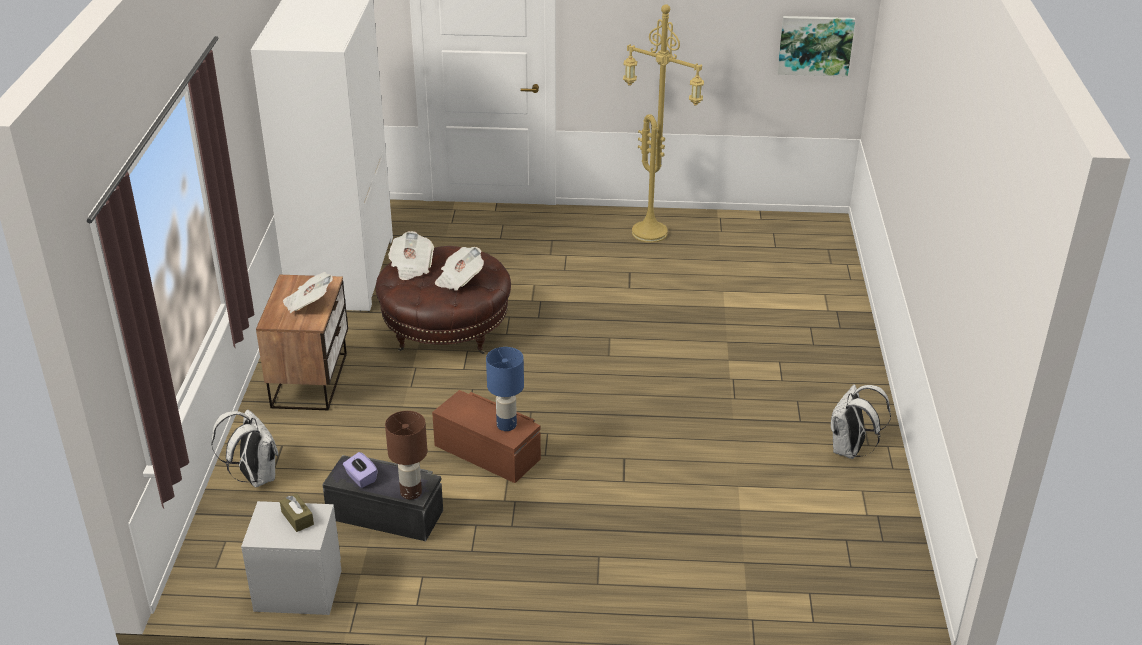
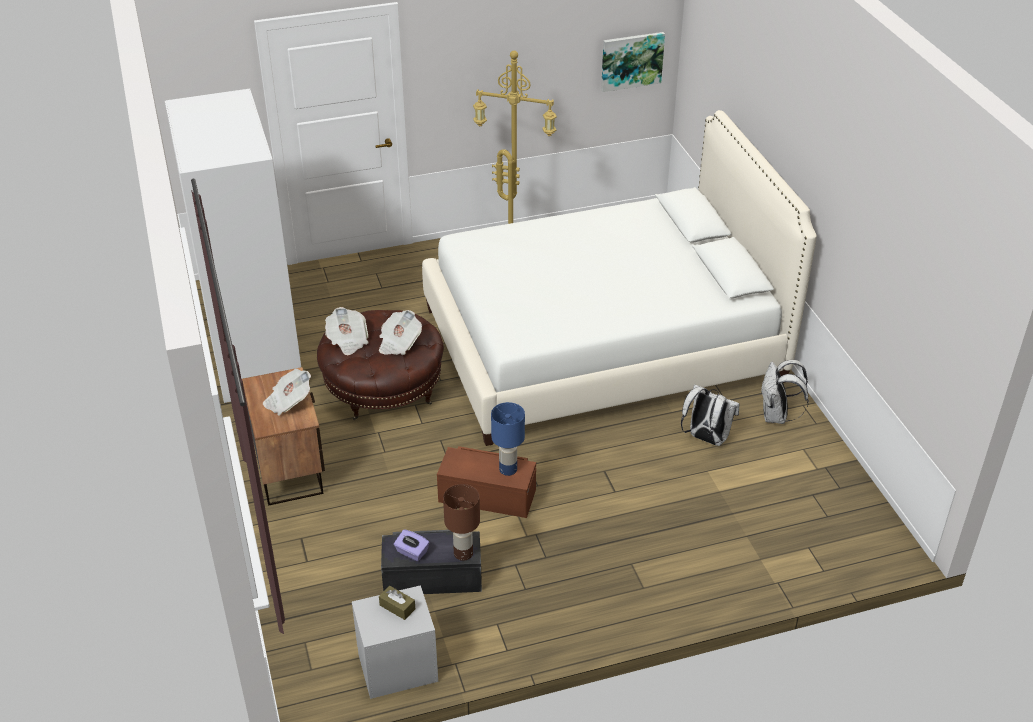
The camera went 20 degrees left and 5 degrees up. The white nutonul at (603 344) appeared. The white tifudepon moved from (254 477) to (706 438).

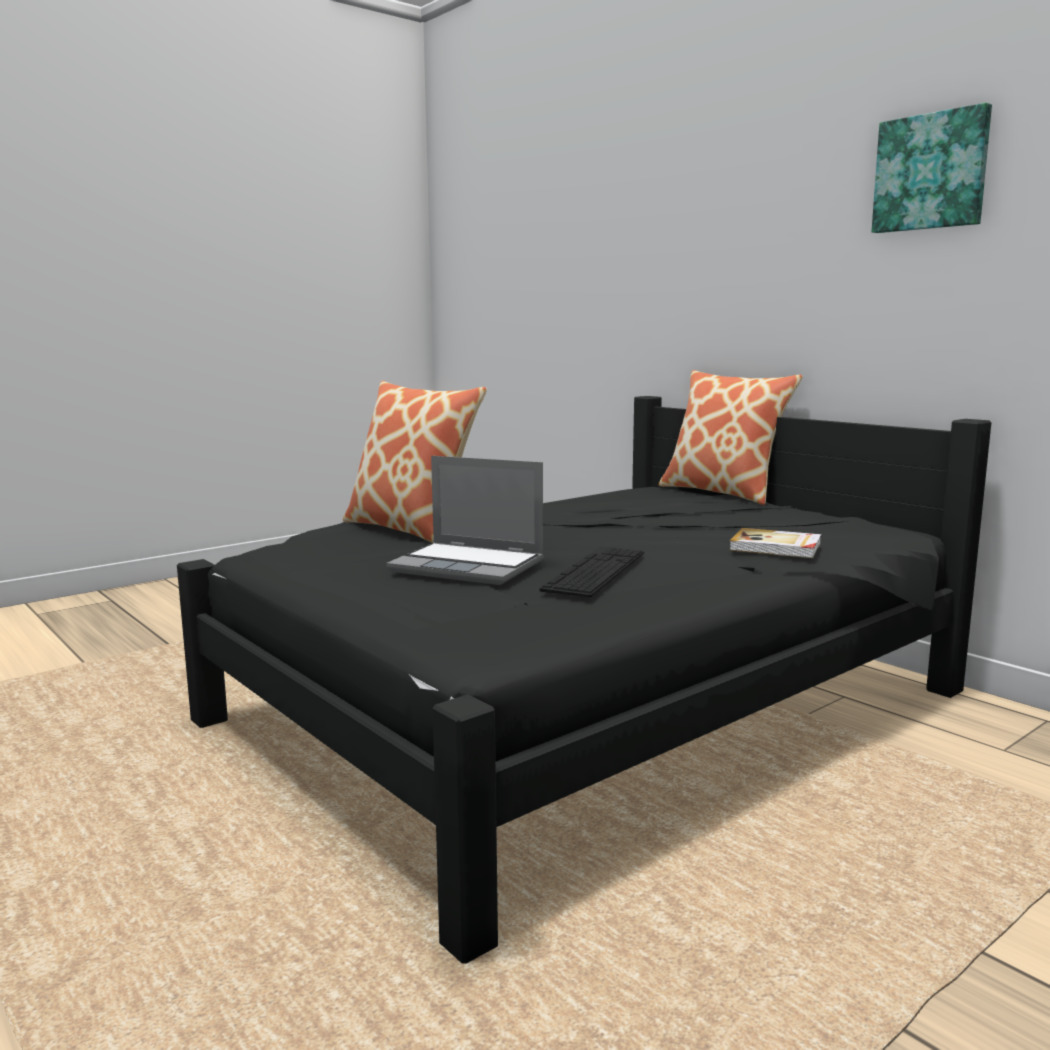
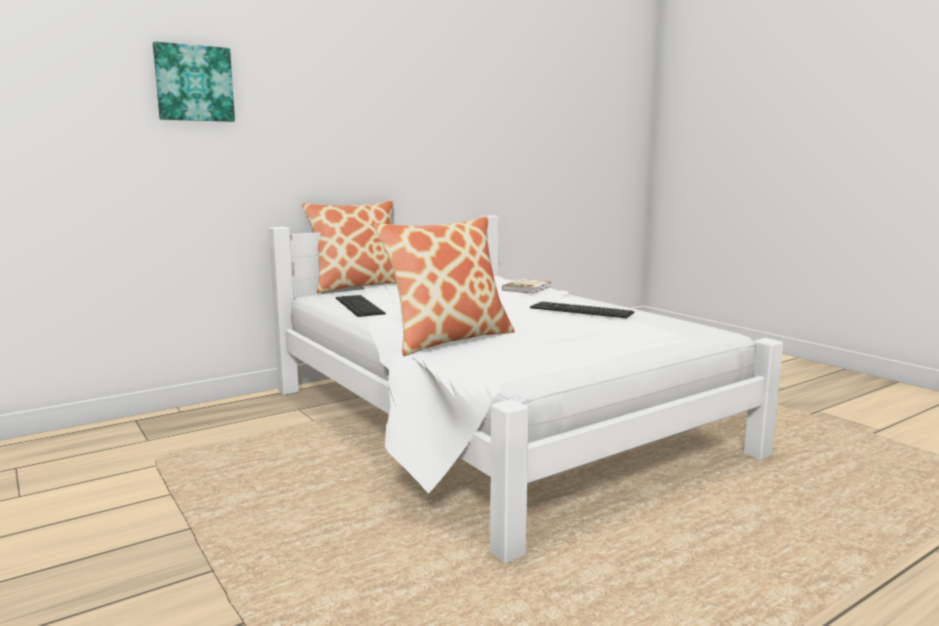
The camera went 85 degrees left and 0 degrees up. The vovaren at (470 566) disappeared. The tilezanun at (359 306) appeared. The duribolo moved from (931 172) to (194 83). The black nutonul at (583 706) became the white nutonul at (494 421).

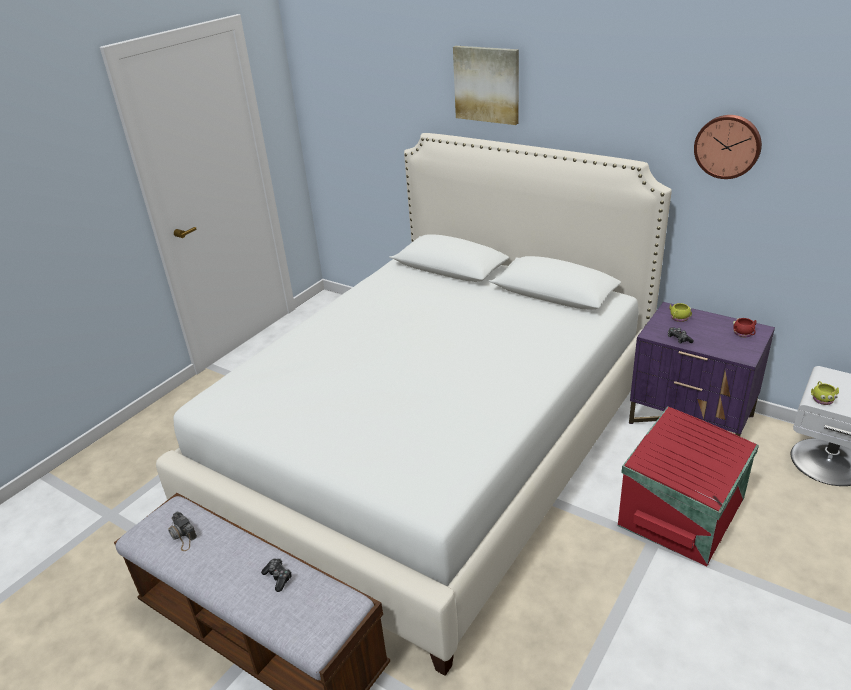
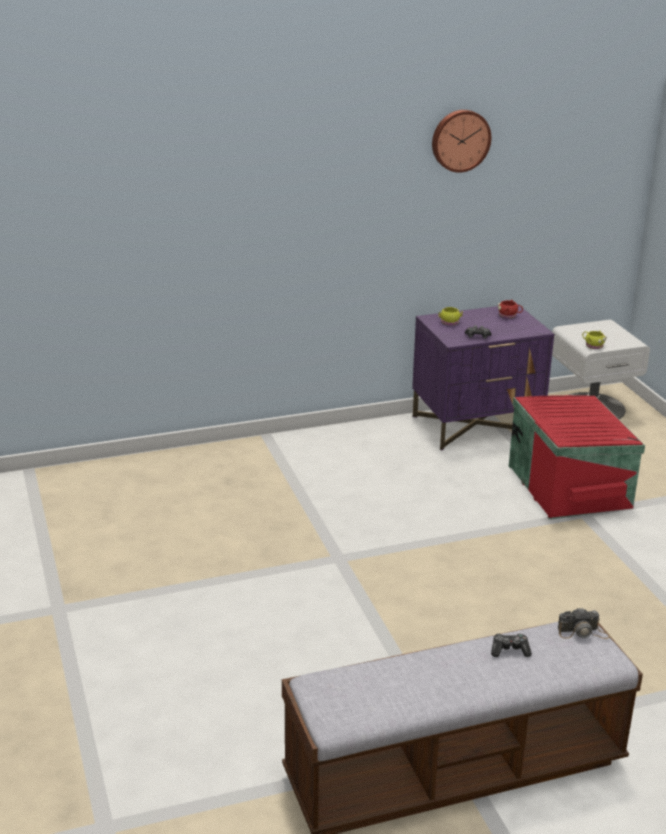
The camera went 55 degrees left and 5 degrees down. The white nutonul at (434 449) disappeared. The duribolo at (487 84) disappeared. The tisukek moved from (182 535) to (583 632).

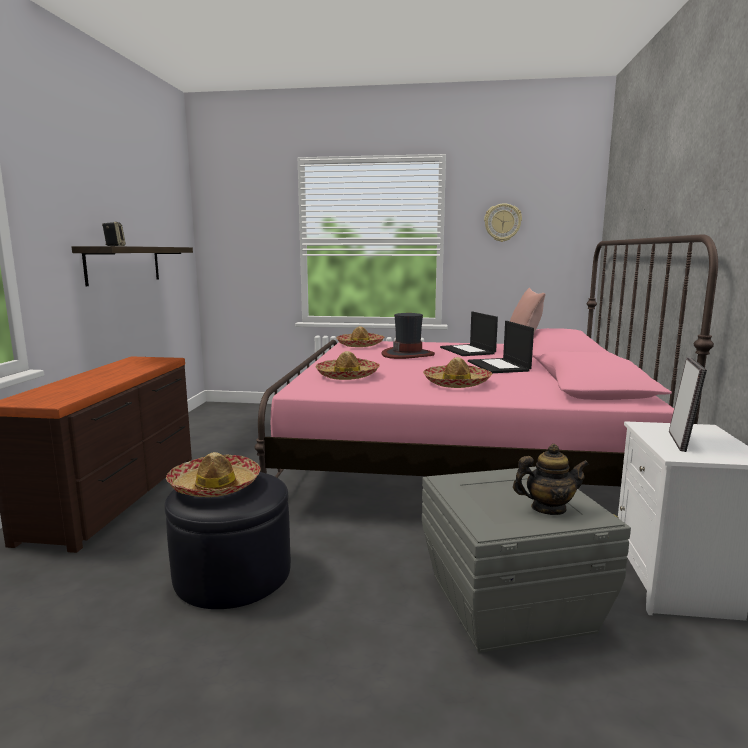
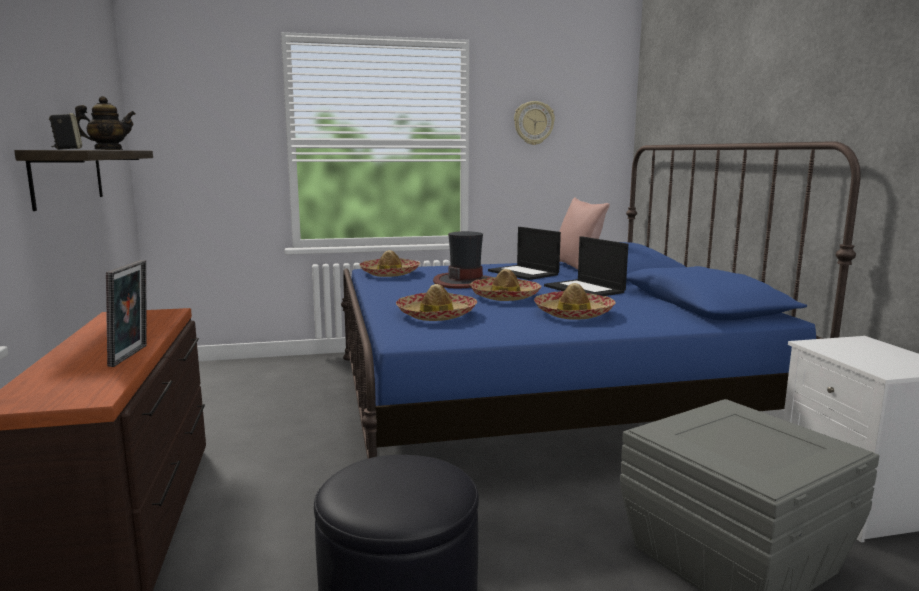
The camera went 20 degrees left and 0 degrees up. The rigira moved from (215 486) to (505 296). The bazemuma moved from (548 508) to (108 149). The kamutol moved from (681 442) to (132 356). The pink nutonul at (458 458) became the blue nutonul at (538 400).

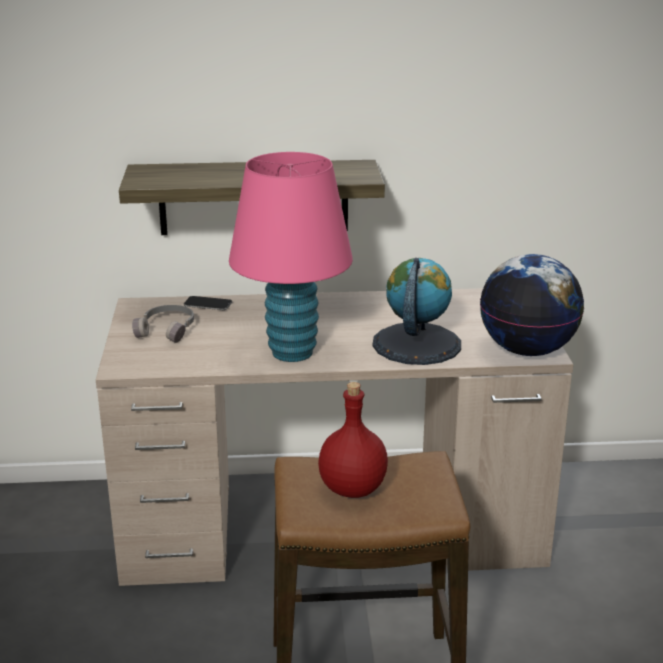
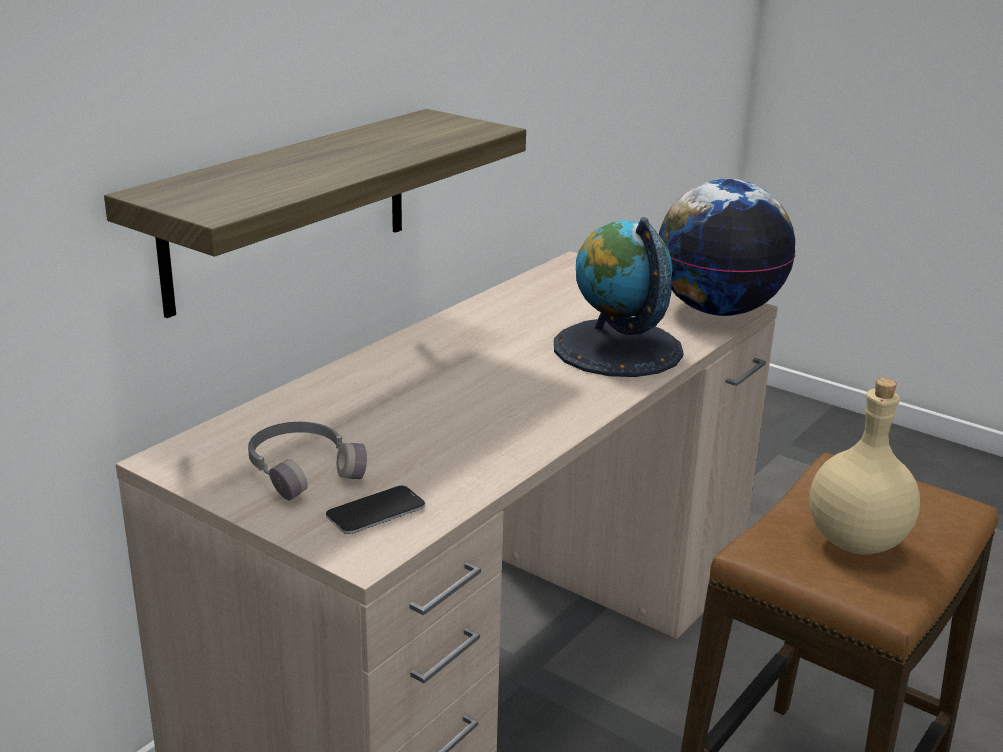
The camera went 50 degrees left and 0 degrees up. The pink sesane at (292 352) disappeared. The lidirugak moved from (208 304) to (376 512). The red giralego at (351 489) became the beige giralego at (857 542).

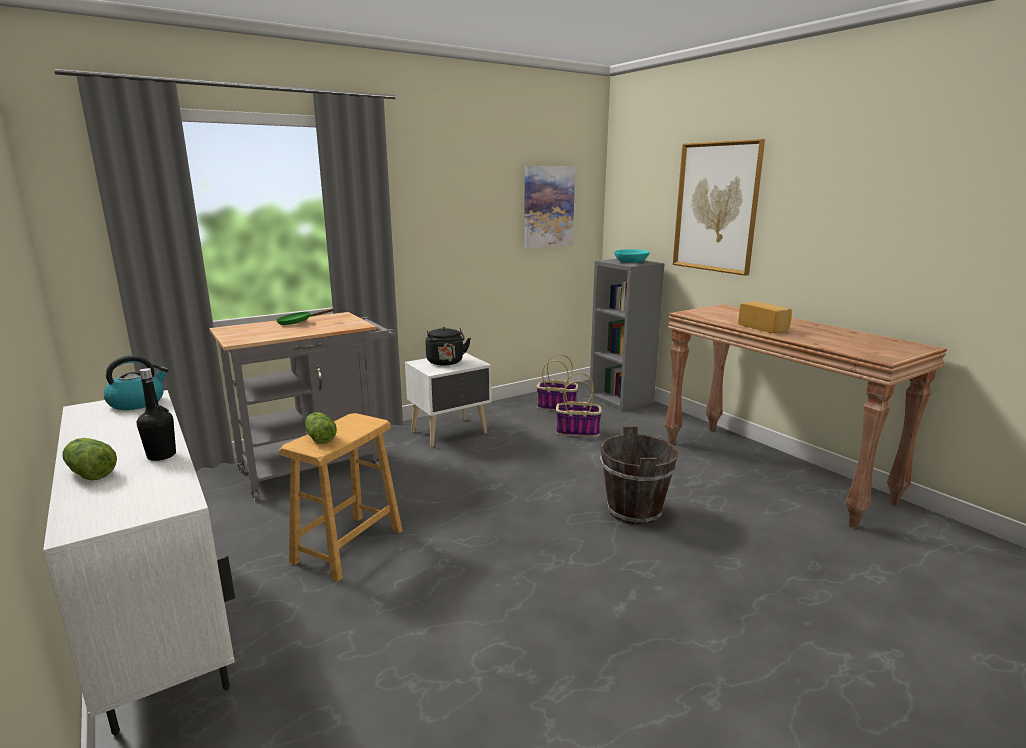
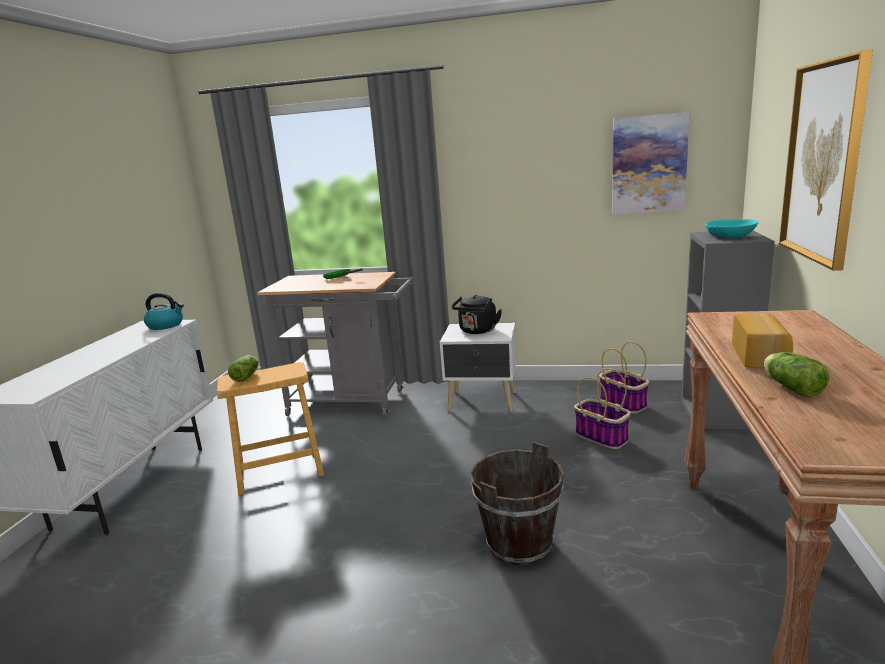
The camera went 45 degrees right and 0 degrees up. The black giralego at (161 455) disappeared. The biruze moved from (90 472) to (790 387).

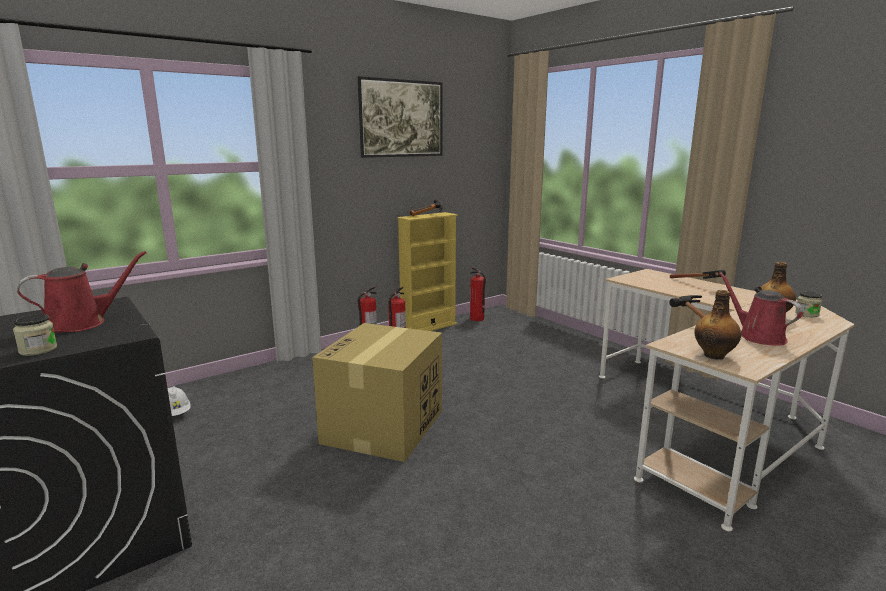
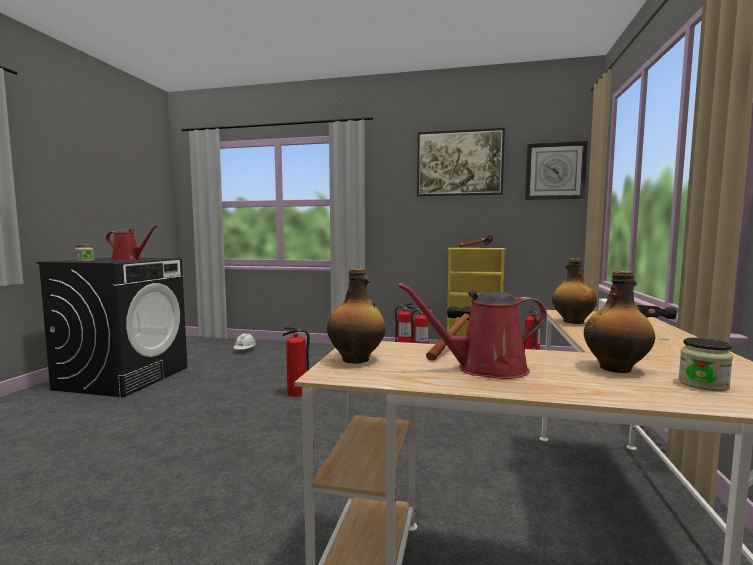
The camera went 50 degrees right and 10 degrees down. The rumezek at (555 171) appeared. The giralego at (572 322) appeared. The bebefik at (383 427) was replaced by the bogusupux at (297 393). The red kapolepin at (757 336) turned 120 degrees counterclockwise.

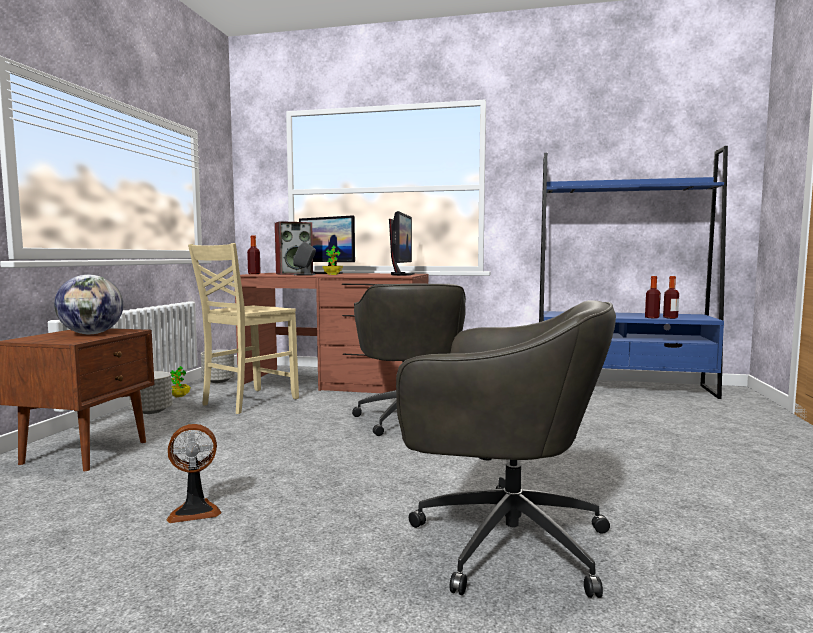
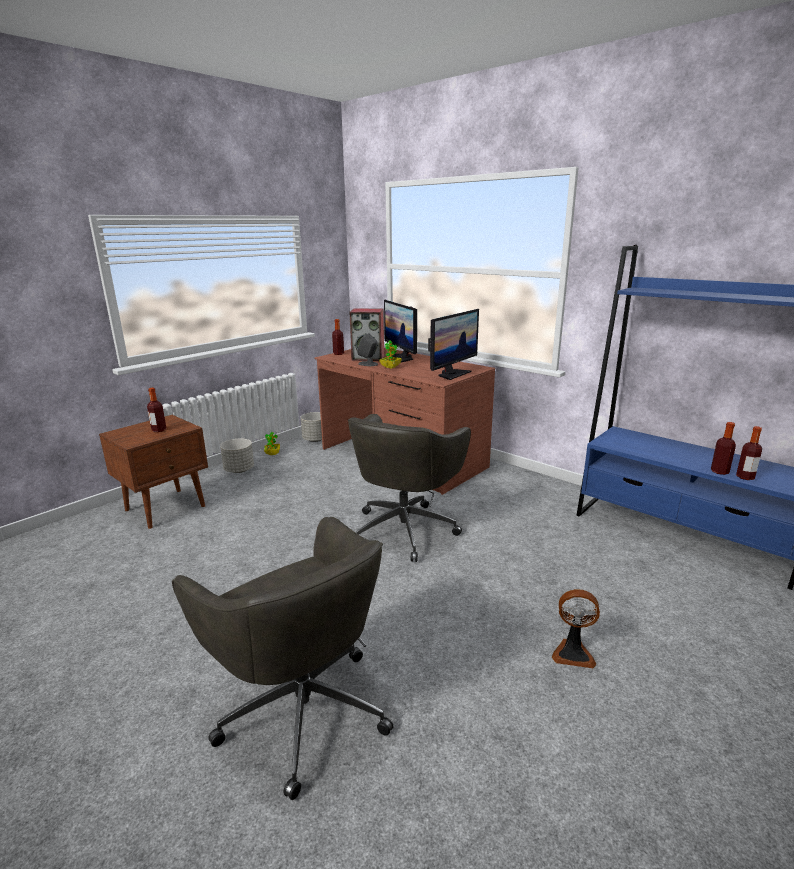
The camera went 30 degrees right and 15 degrees up. The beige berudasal at (248 401) disappeared. The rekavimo moved from (195 511) to (573 653). The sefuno at (91 334) was replaced by the giralego at (159 430).

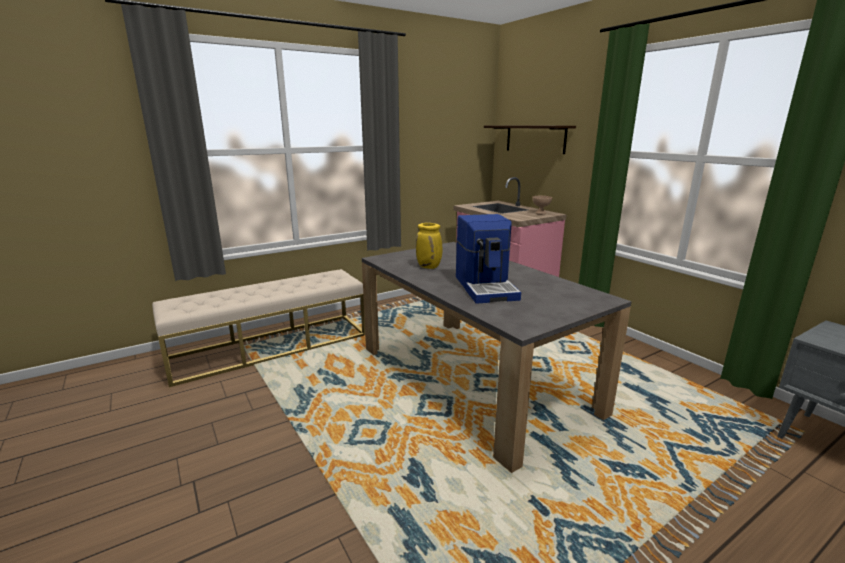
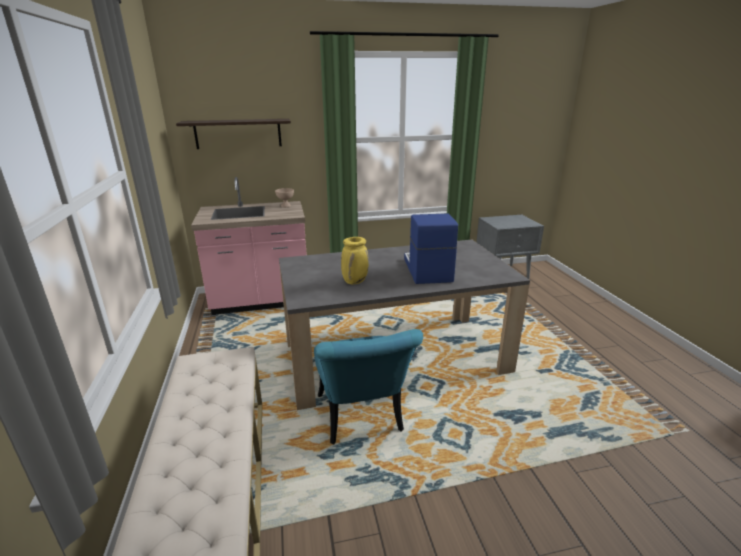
The camera went 70 degrees left and 5 degrees up. The turquoise berudasal at (362 419) appeared. The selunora at (486 287) turned 105 degrees counterclockwise.

